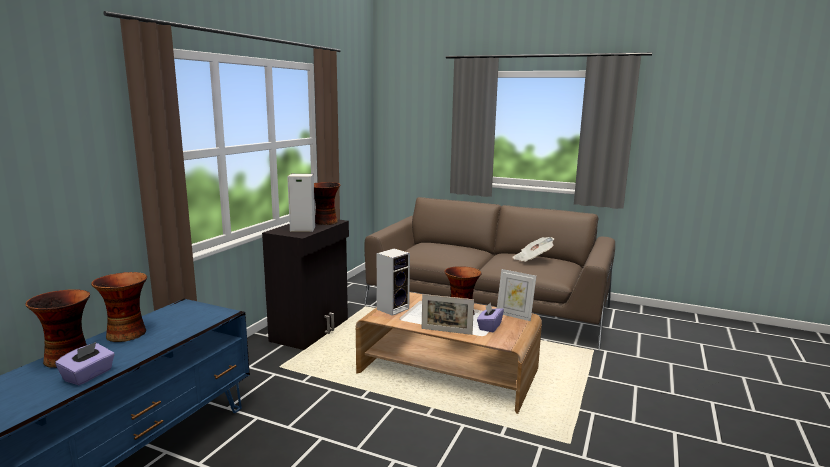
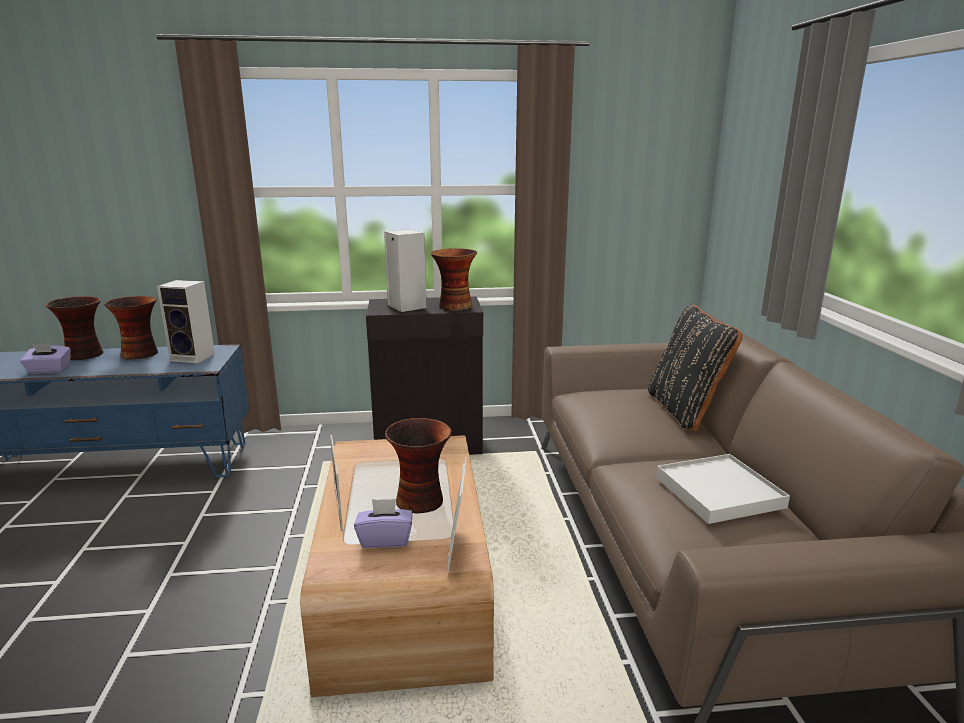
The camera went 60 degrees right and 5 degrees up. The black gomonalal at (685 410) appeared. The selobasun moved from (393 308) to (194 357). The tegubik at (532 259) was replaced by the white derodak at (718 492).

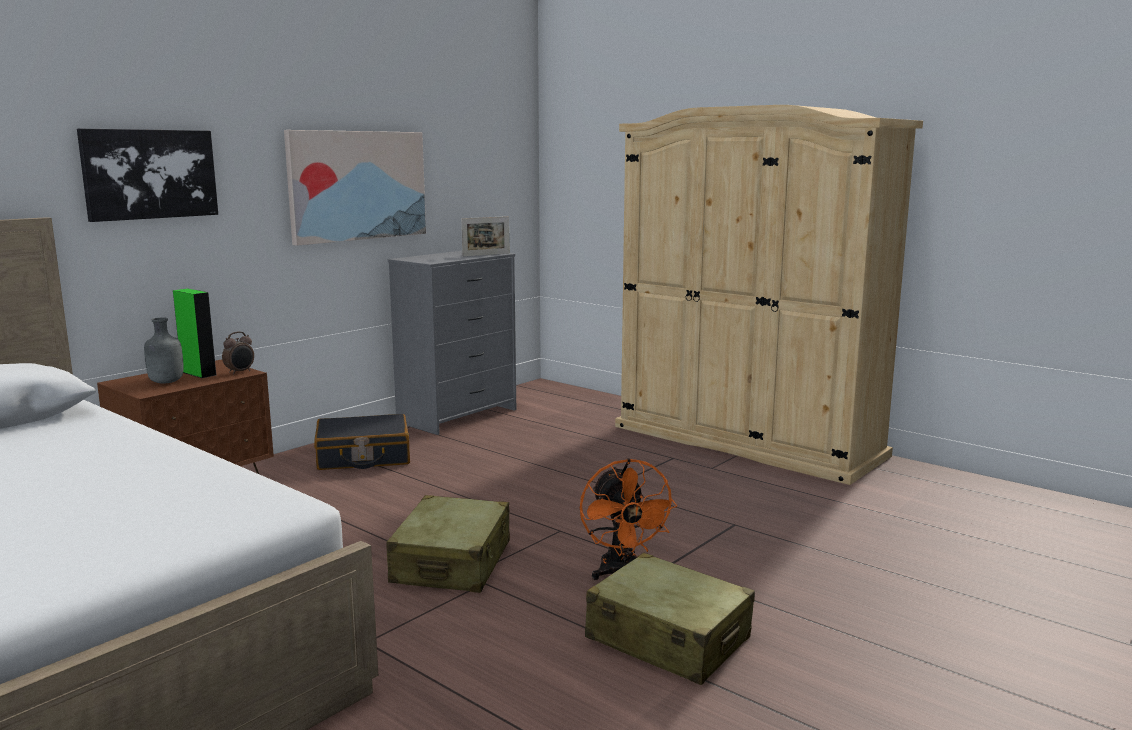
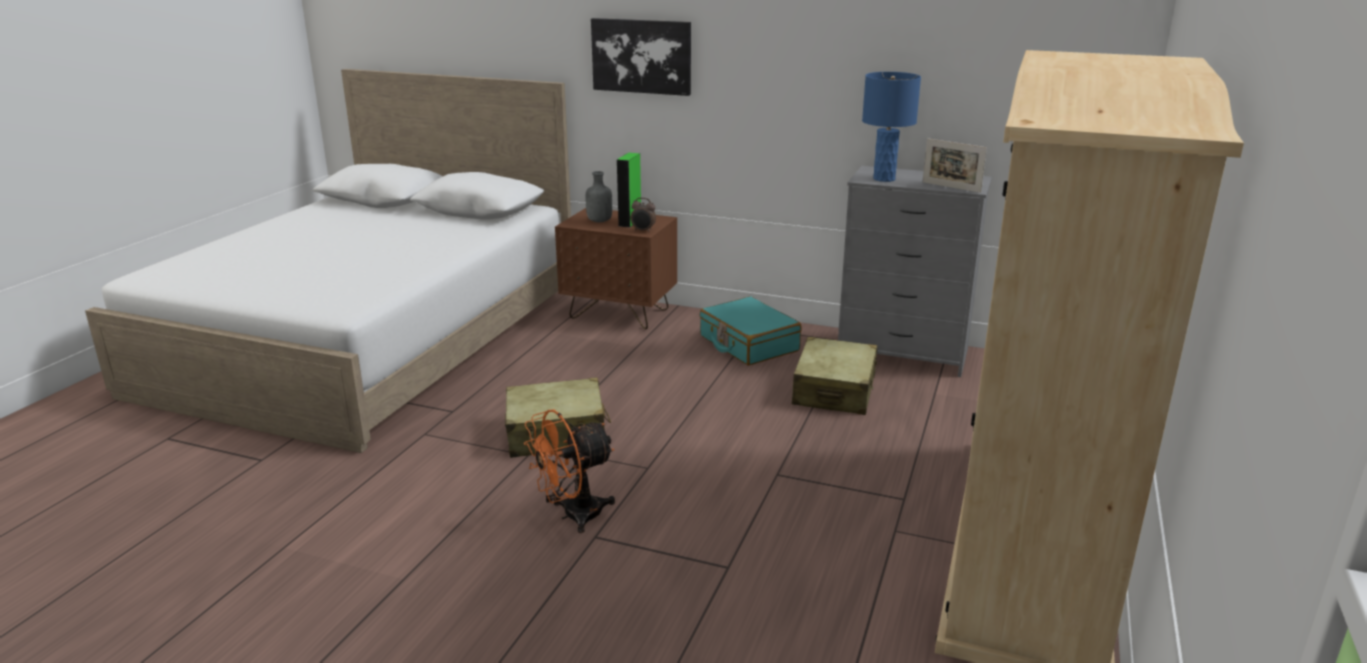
The camera went 70 degrees right and 10 degrees up. The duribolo at (357 185) disappeared. The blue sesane at (884 179) appeared. The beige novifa moved from (668 639) to (834 391). The black novifa at (363 457) became the turquoise novifa at (748 344).

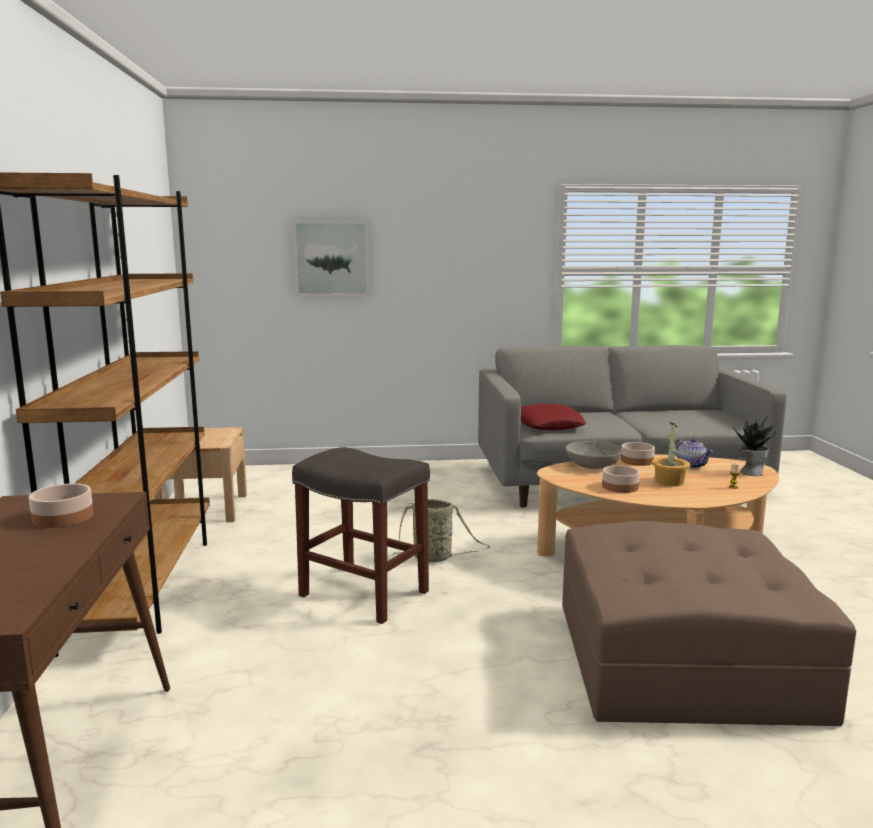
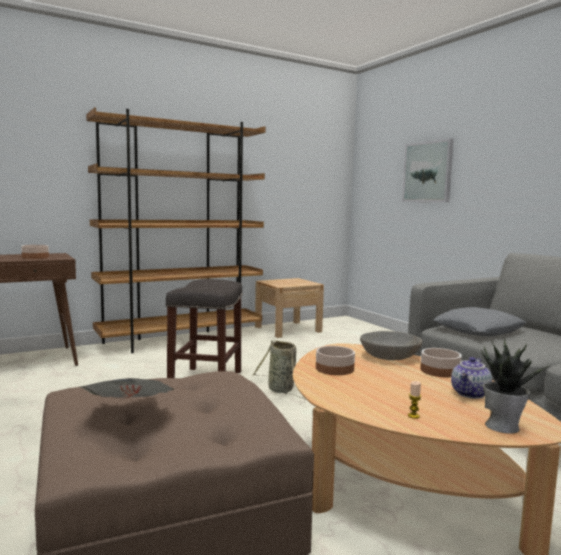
The camera went 65 degrees right and 5 degrees down. The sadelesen at (669 482) disappeared. The tegubik at (130 413) appeared. The red gomonalal at (549 425) became the grey gomonalal at (478 330).

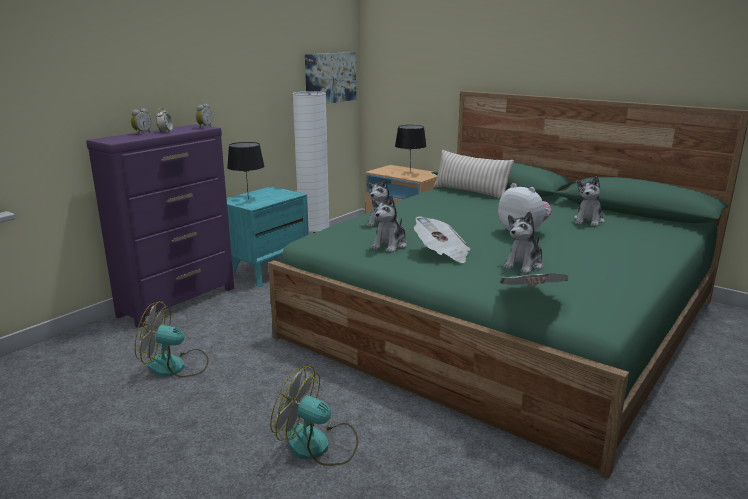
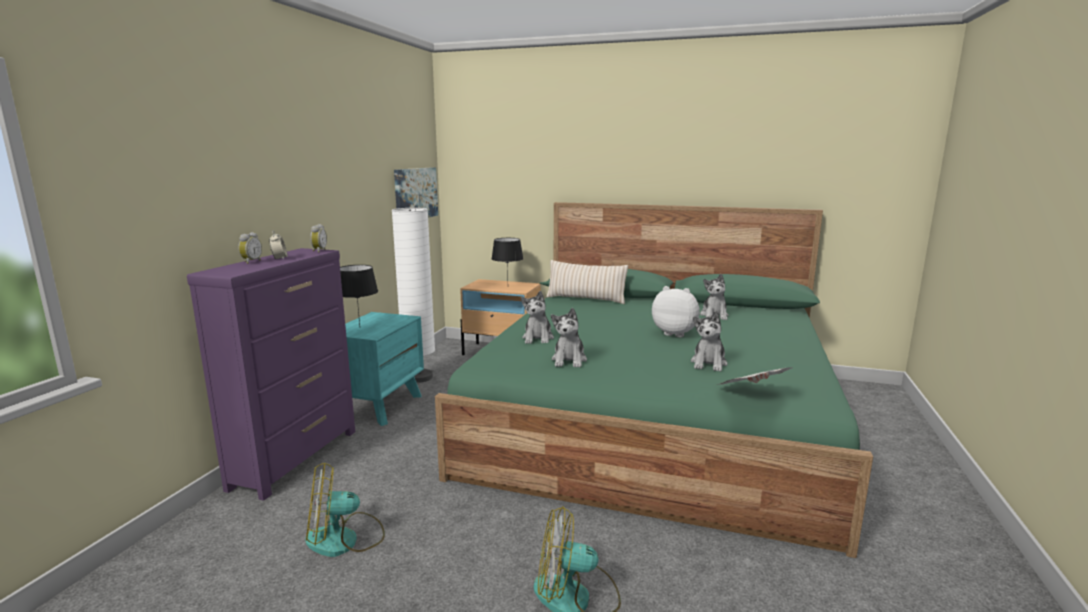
The camera went 20 degrees left and 5 degrees down. The tegubik at (442 254) disappeared.

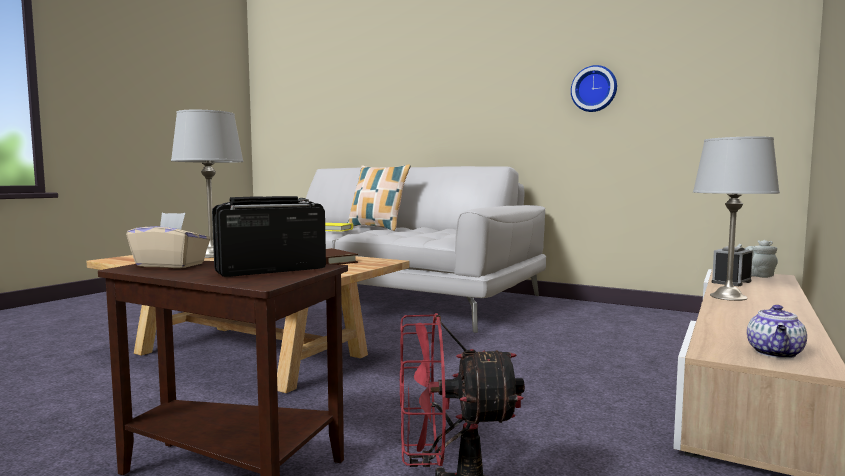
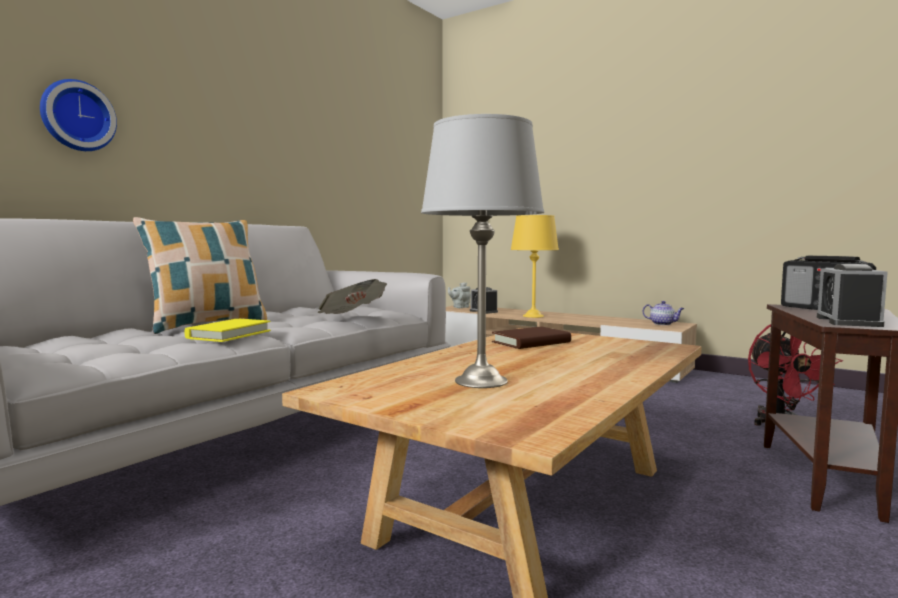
The camera went 85 degrees left and 0 degrees up. The tegubik at (352 317) appeared. The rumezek moved from (594 89) to (77 116). The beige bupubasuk at (171 265) was replaced by the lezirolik at (848 321). The grey sesane at (728 297) became the yellow sesane at (533 316).

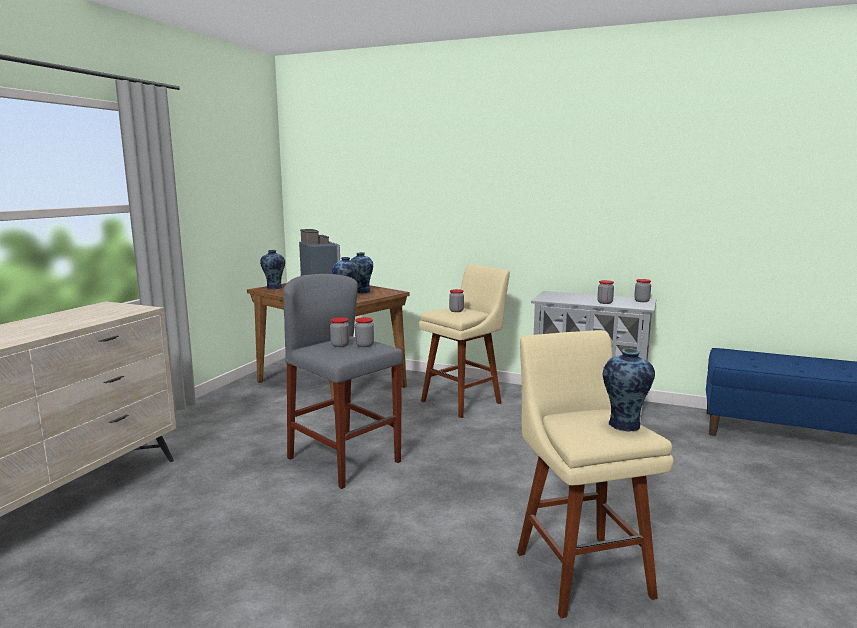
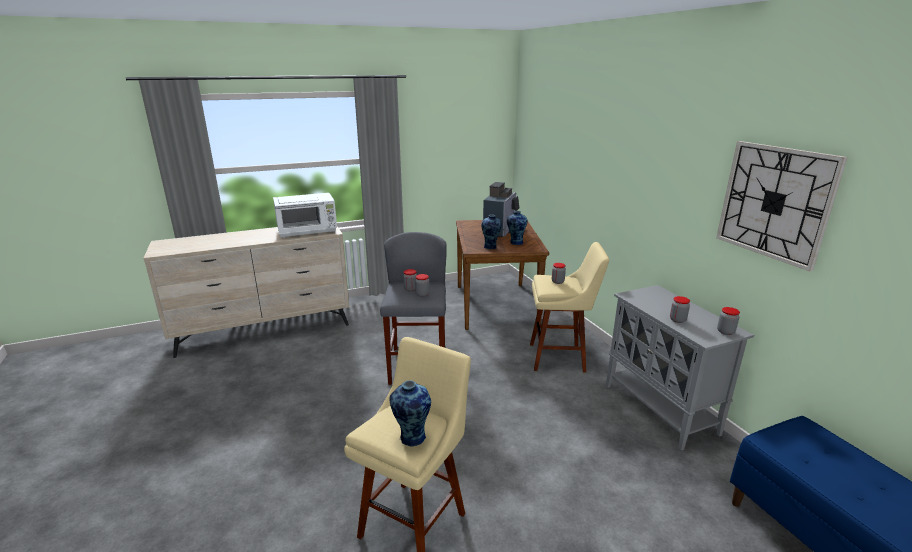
The camera went 45 degrees right and 10 degrees up. The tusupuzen at (274 288) disappeared. The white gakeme at (308 231) appeared. The rumezek at (774 202) appeared.

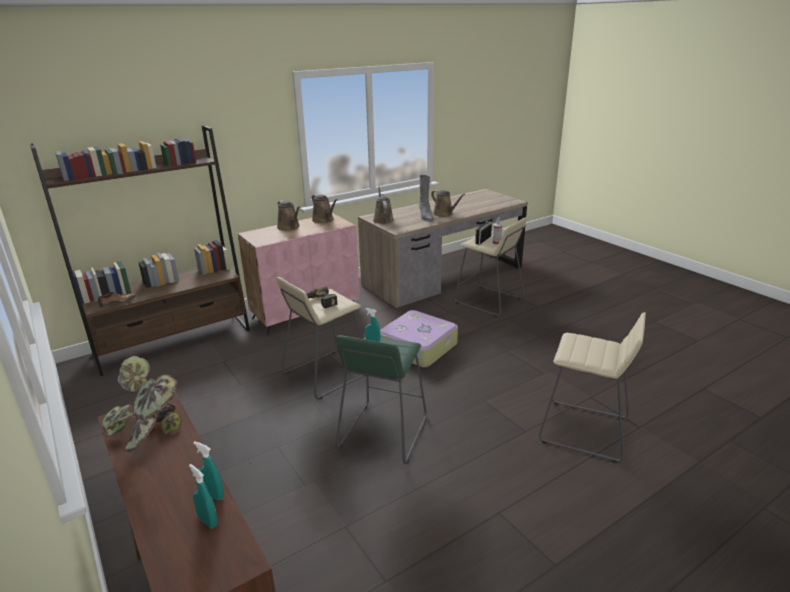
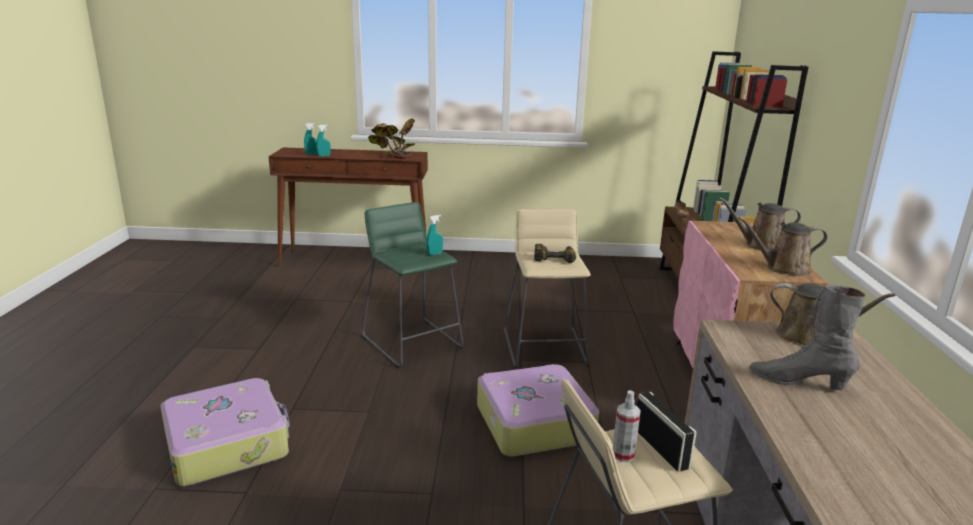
The camera went 125 degrees right and 5 degrees down. The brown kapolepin at (444 214) disappeared. The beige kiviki at (584 430) was replaced by the novifa at (228 443).

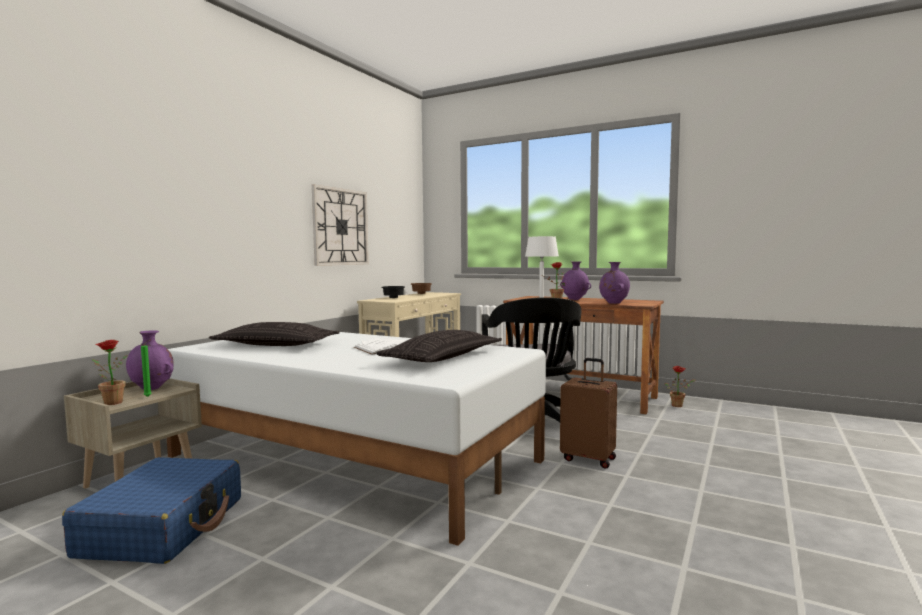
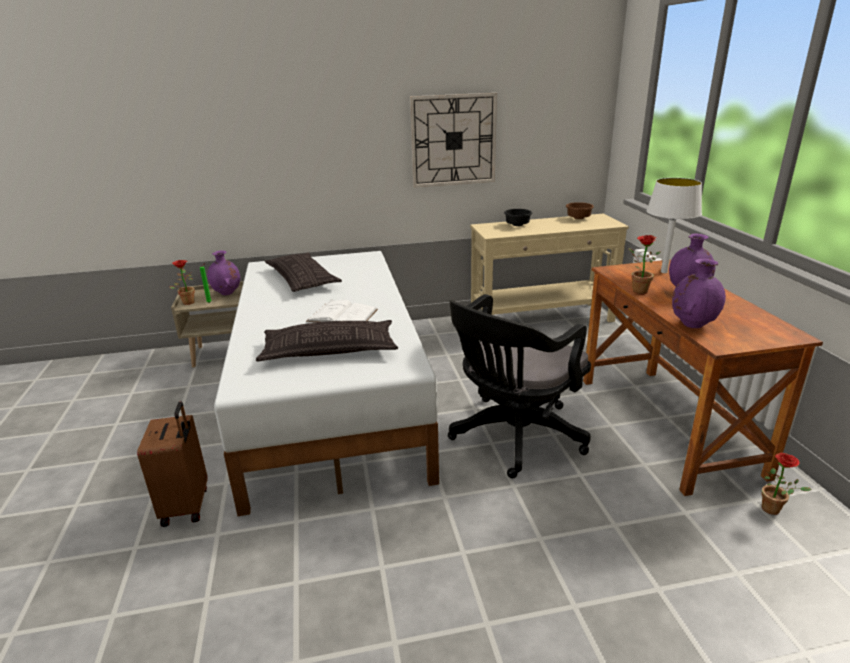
The camera went 50 degrees right and 20 degrees up. The blue novifa at (164 526) disappeared. The brown novifa moved from (589 458) to (187 506).

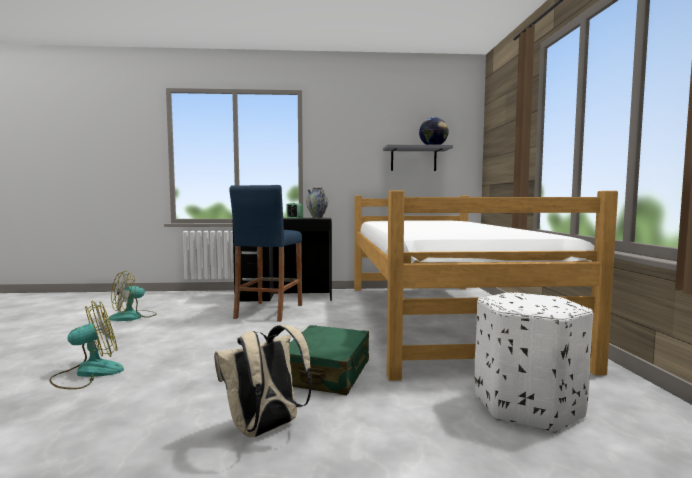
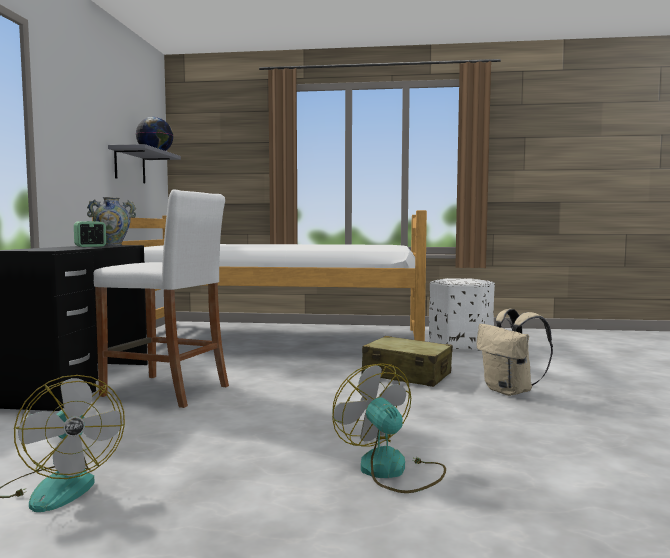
The camera went 80 degrees left and 0 degrees up. The blue kiviki at (269 311) became the white kiviki at (165 391). The green novifa at (327 373) became the beige novifa at (407 375).

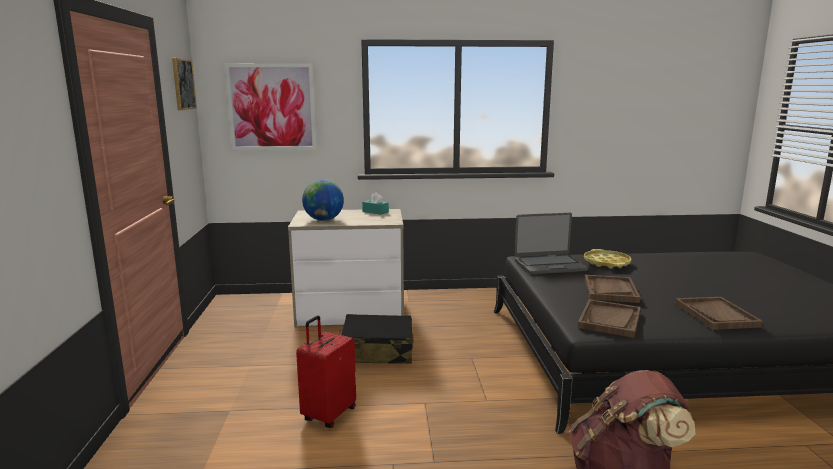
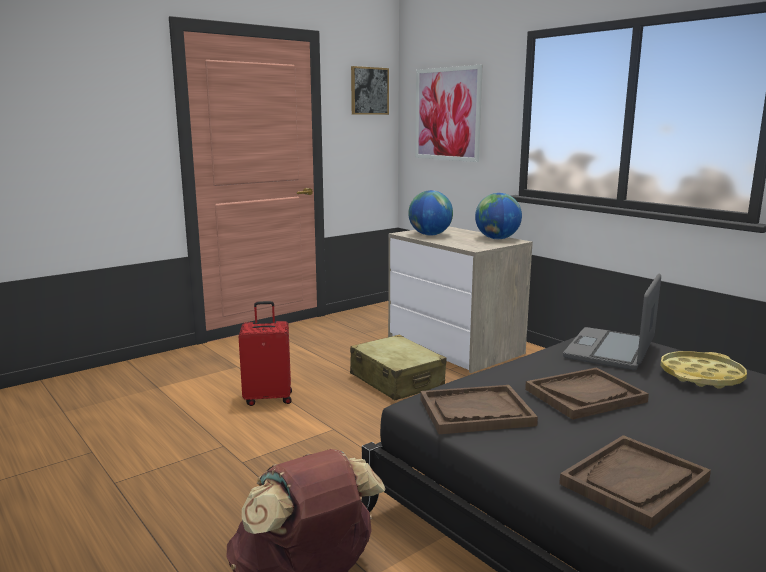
The camera went 55 degrees right and 0 degrees up. The turquoise bupubasuk at (375 212) was replaced by the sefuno at (497 239). The black novifa at (377 351) became the beige novifa at (396 380). The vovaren at (549 265) turned 75 degrees clockwise.

